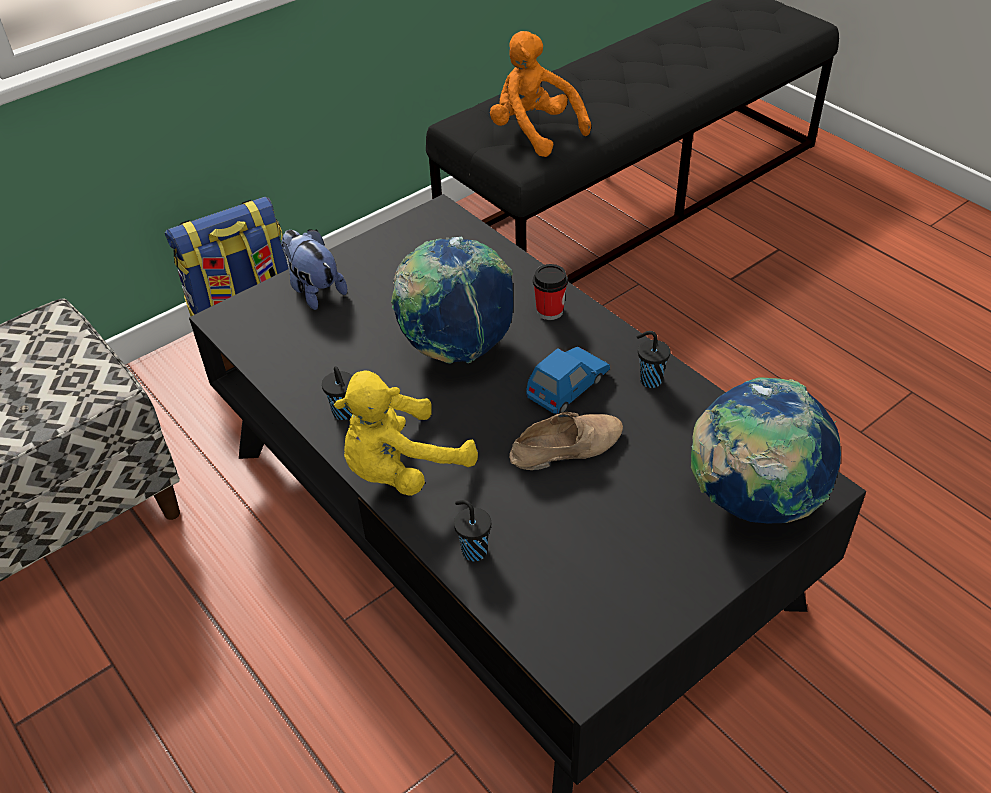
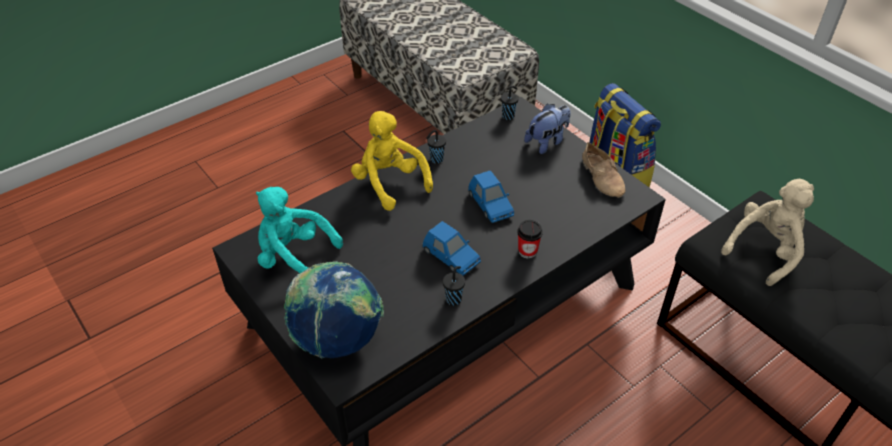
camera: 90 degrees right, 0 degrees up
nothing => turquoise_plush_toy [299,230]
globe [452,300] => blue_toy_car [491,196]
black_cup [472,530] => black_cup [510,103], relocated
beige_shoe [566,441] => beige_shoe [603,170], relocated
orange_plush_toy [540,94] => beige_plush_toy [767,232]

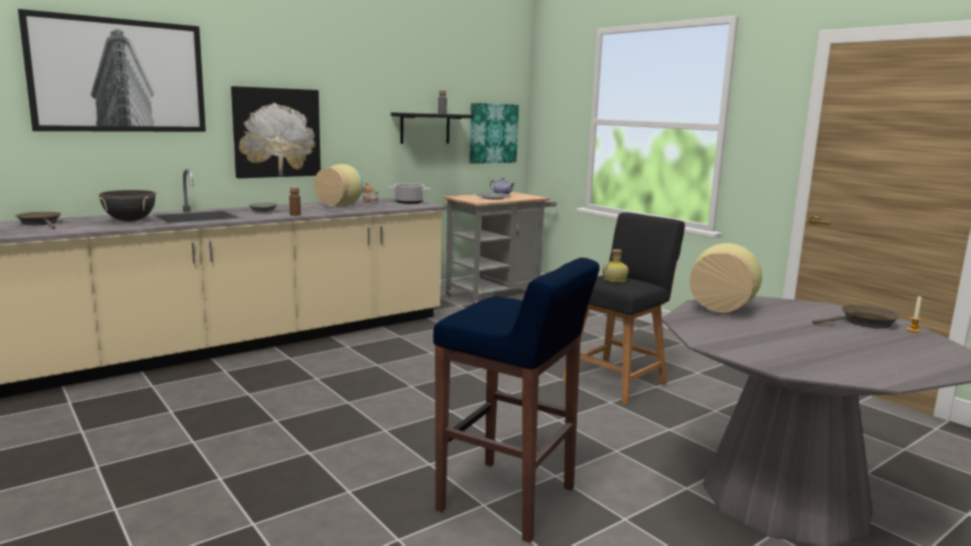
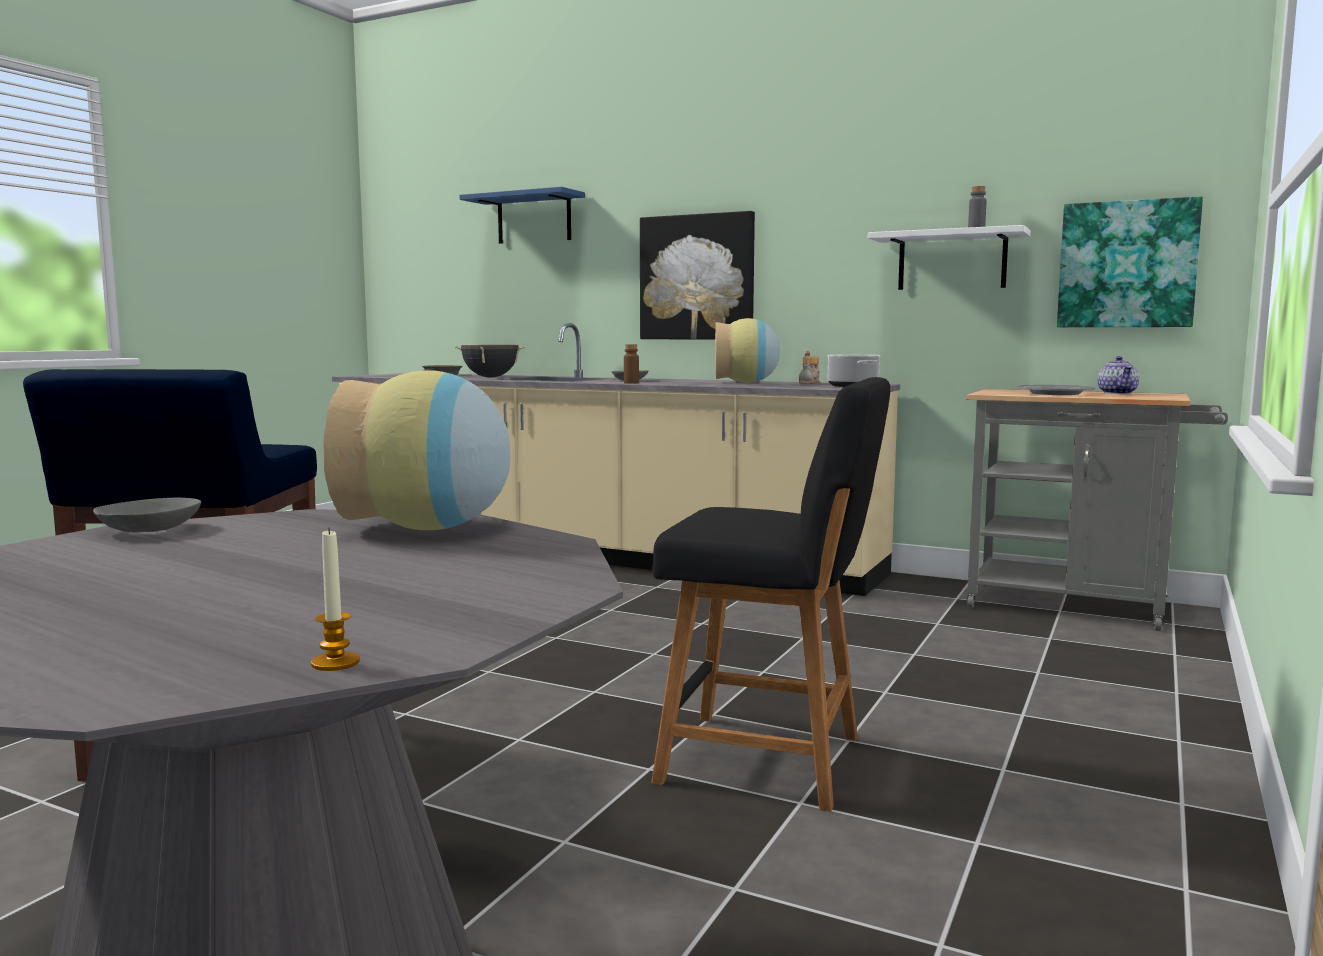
camera: 65 degrees right, 5 degrees down
nothing => grey_bowl [147,515]
picture [112,70] => blue_shelf [522,215]
black_shelf [432,128] => white_shelf [949,257]
bottle [616,265] => nothing
brown_frying_pan [856,317] => nothing

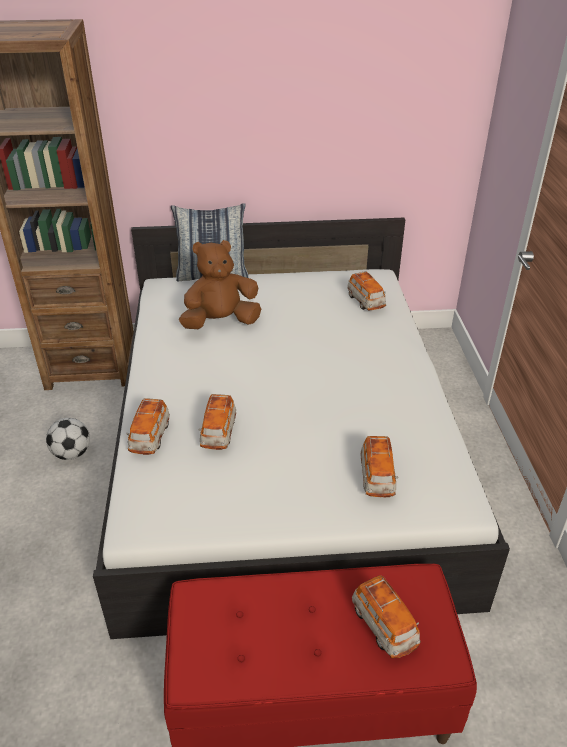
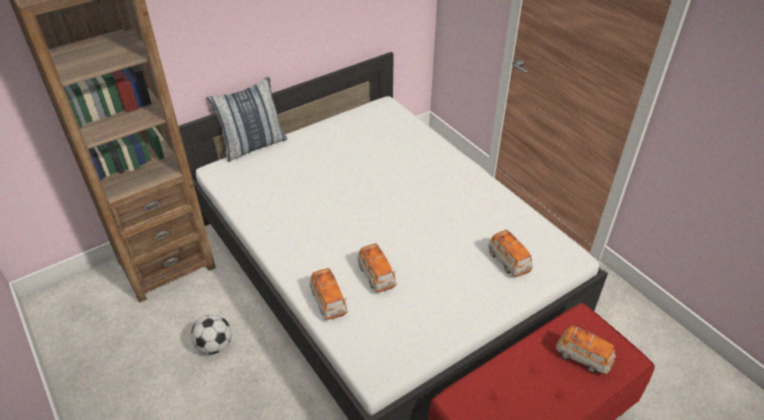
camera: 30 degrees left, 5 degrees up
brown_plush_toy [220,284] => nothing
toy_car [366,290] => nothing

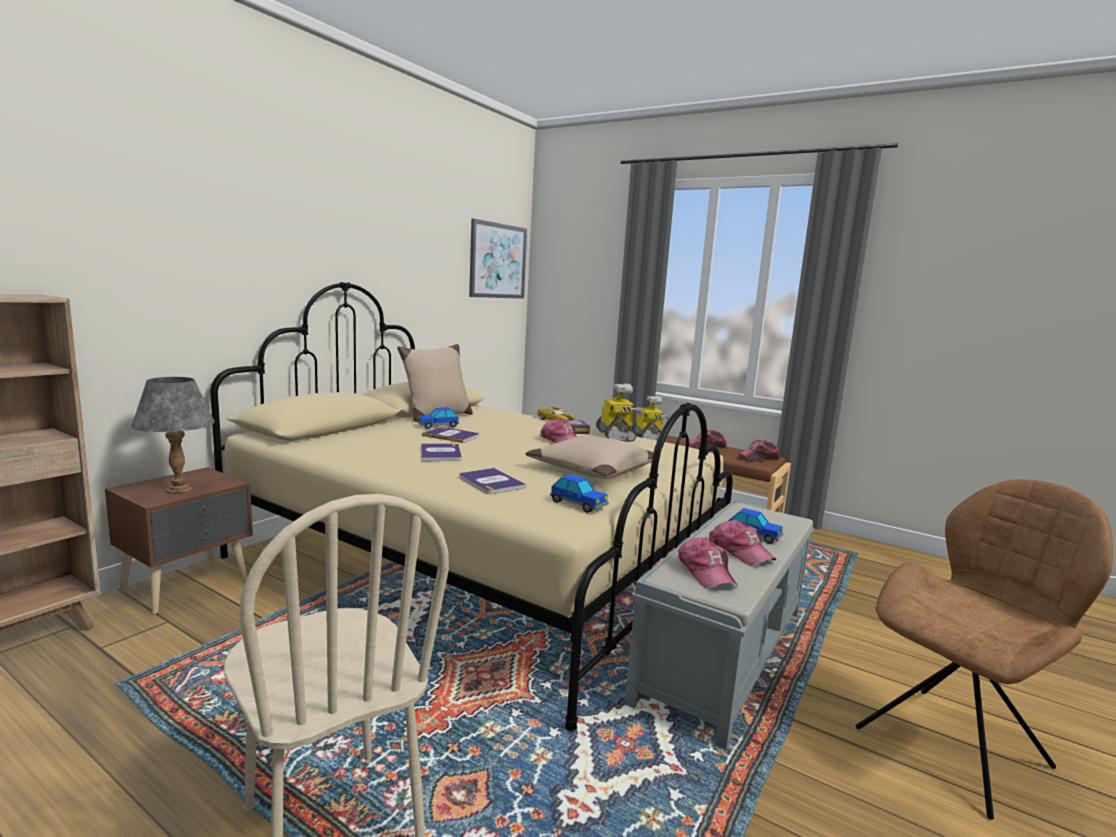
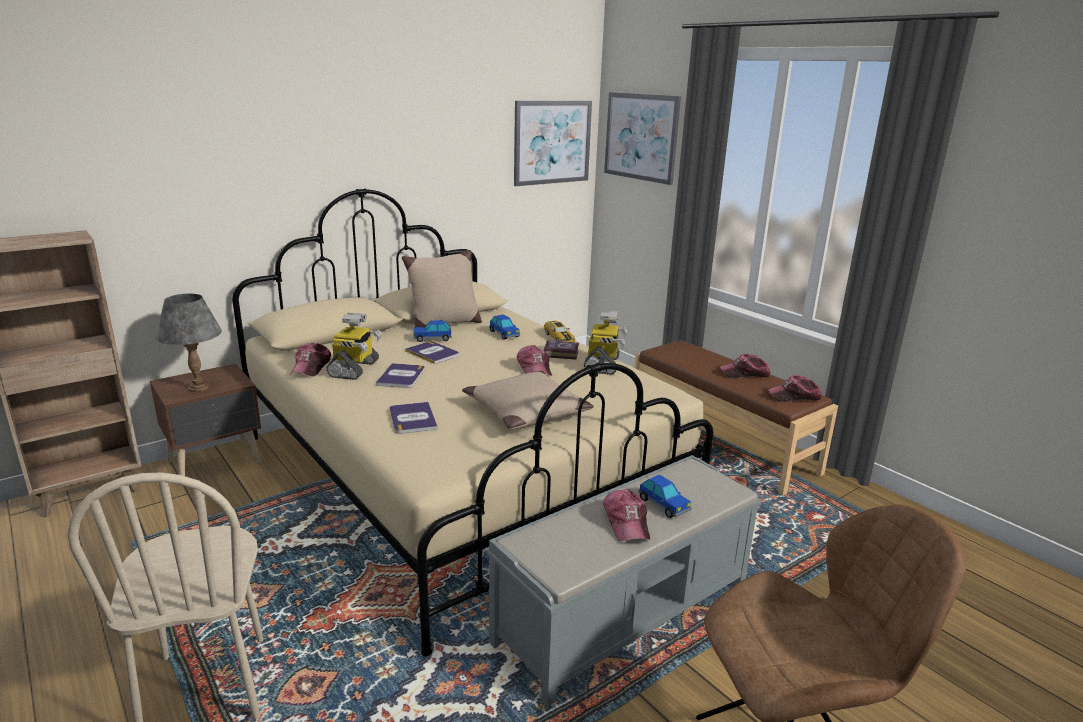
camera: 20 degrees right, 10 degrees up
cap [708,563] => cap [310,359], relocated
toy_robot [651,418] => toy_robot [354,346], relocated
toy_car [579,493] => toy_car [504,327], relocated
nothing => picture [642,138]

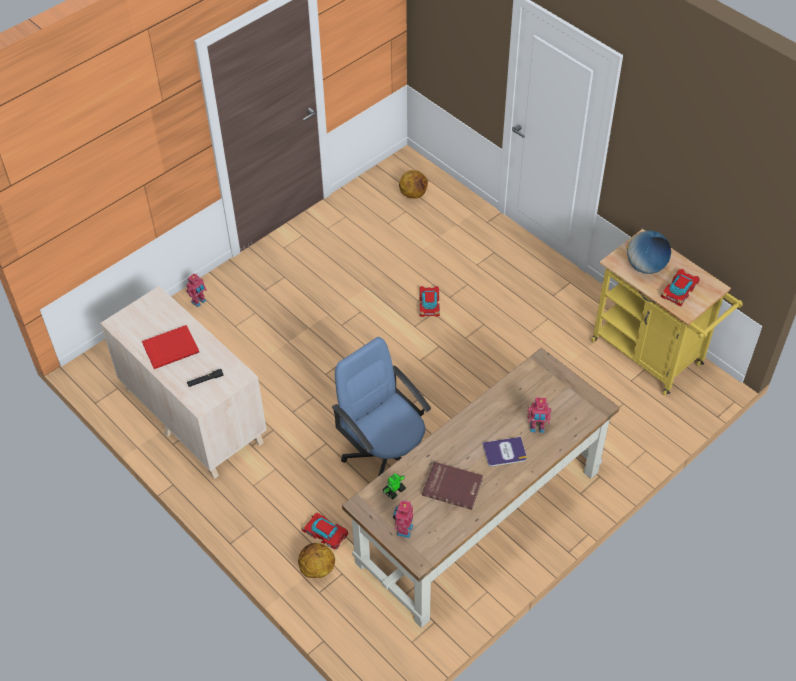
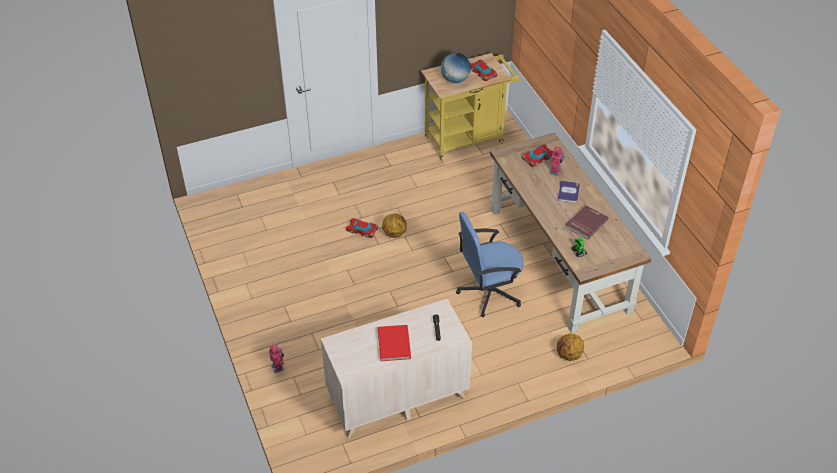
camera: 70 degrees left, 5 degrees down
basketball [413,184] => basketball [394,225], relocated
toy_car [325,530] => toy_car [537,155], relocated
toy_robot [403,518] => nothing

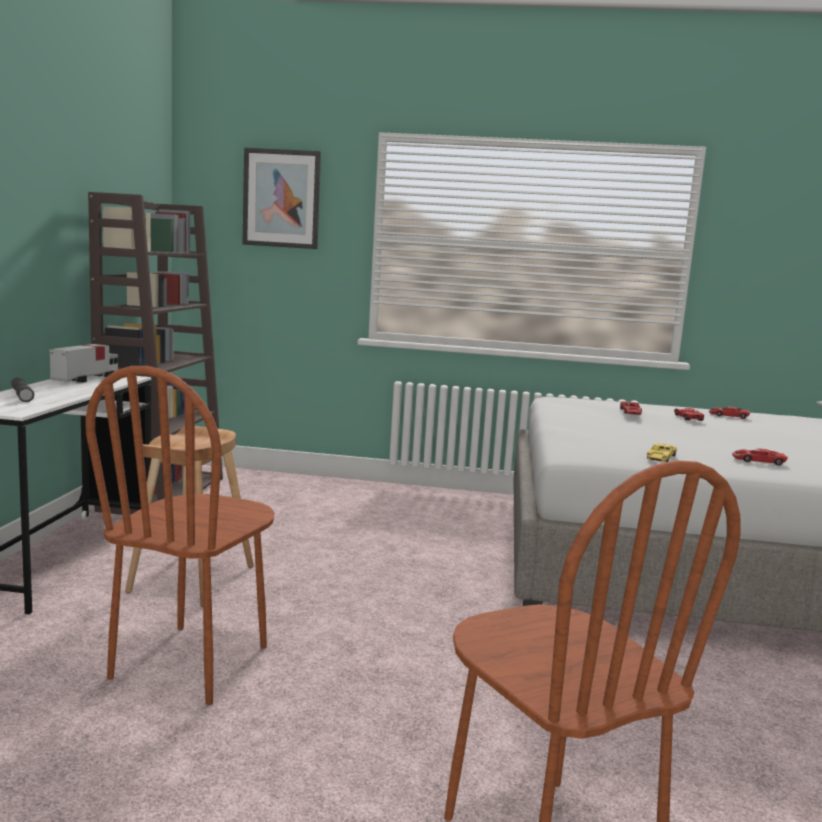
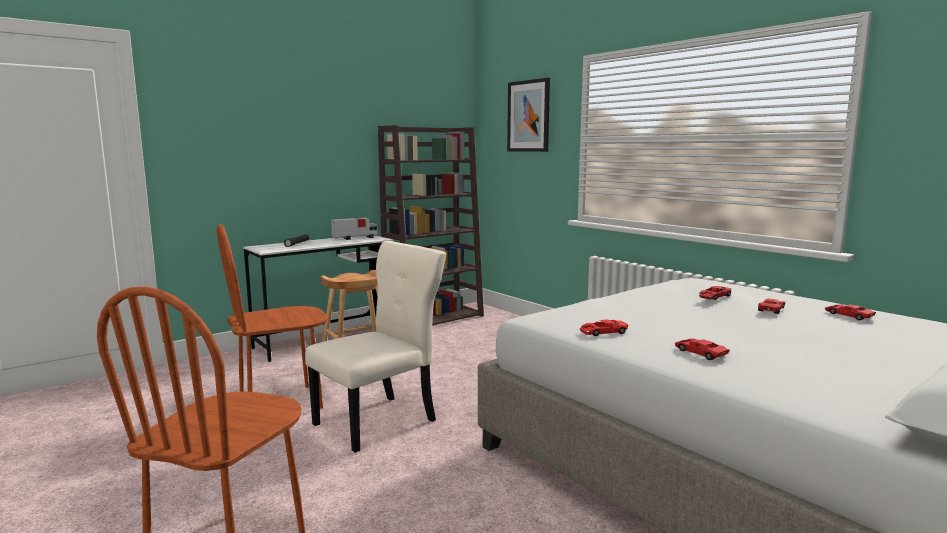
camera: 45 degrees right, 0 degrees up
nothing => beige_chair [375,347]
yellow_toy_car [662,452] => red_toy_car [604,327]

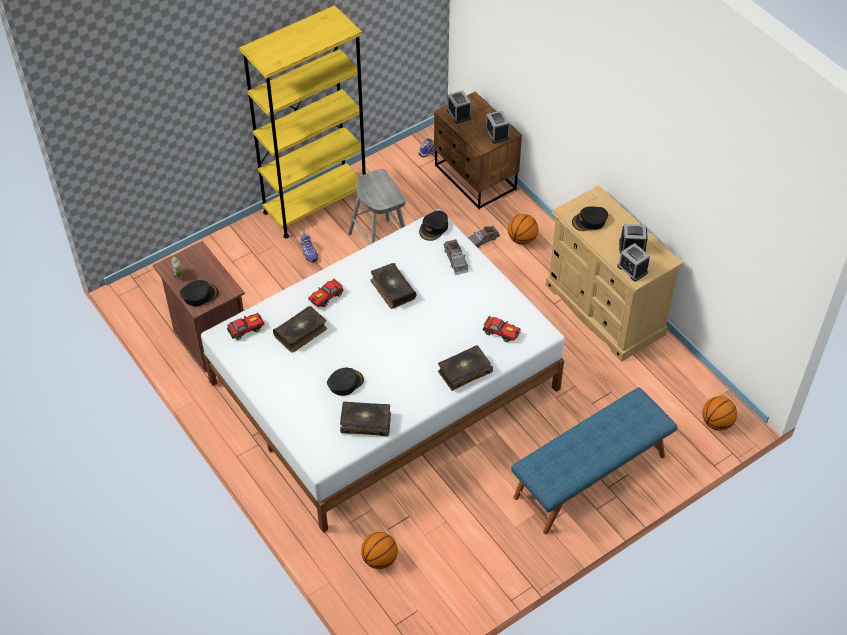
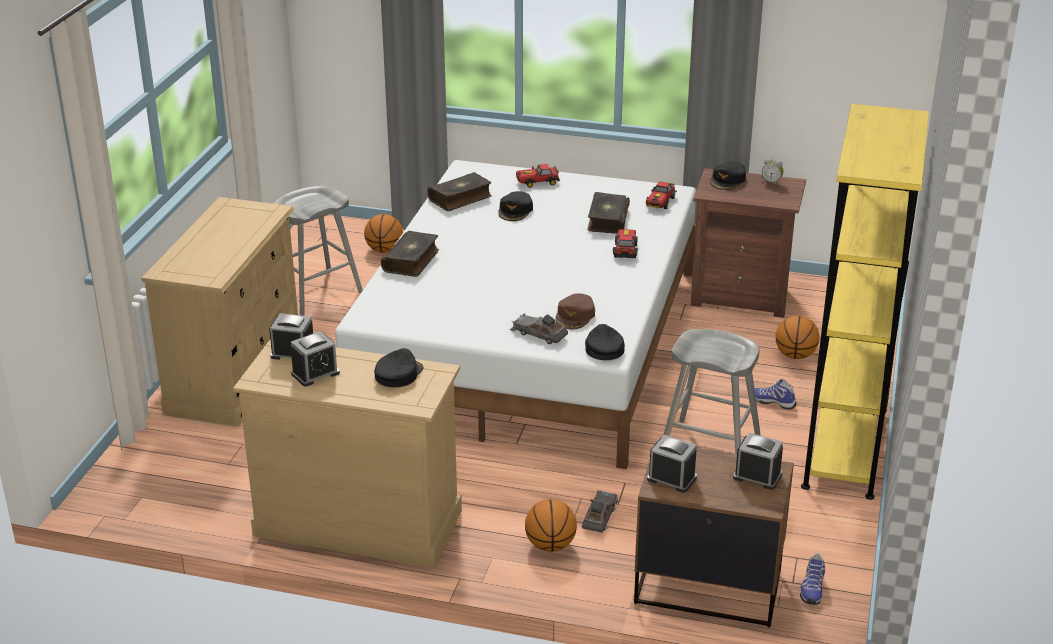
camera: 140 degrees right, 20 degrees down
blue_bench [594,460] => beige_dresser [219,312]
nothing => grey_stool [318,251]
toy_car [502,329] => toy_car [537,176], relocated
nothing => brown_cap [575,311]
basketball [719,413] => basketball [798,337], relocated
book [393,286] => nothing

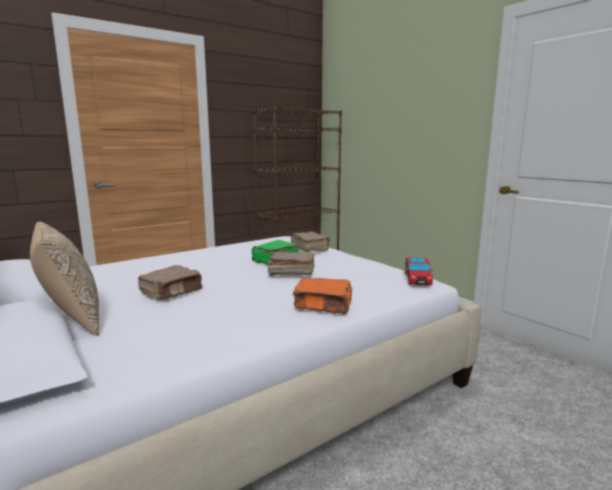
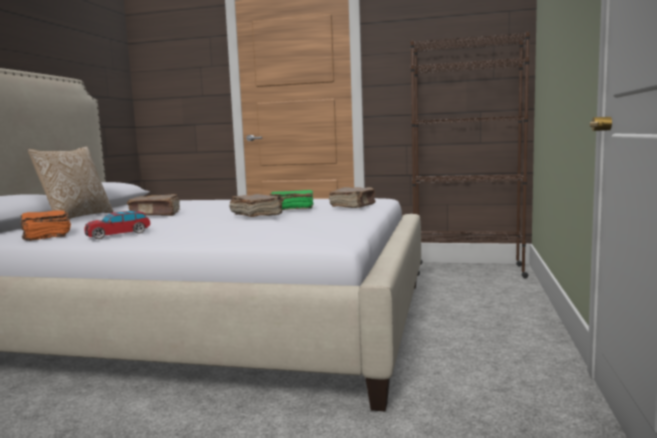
camera: 50 degrees right, 5 degrees down
orange_book [323,296] => orange_book [46,225], relocated
toy_car [419,271] => toy_car [118,225], relocated

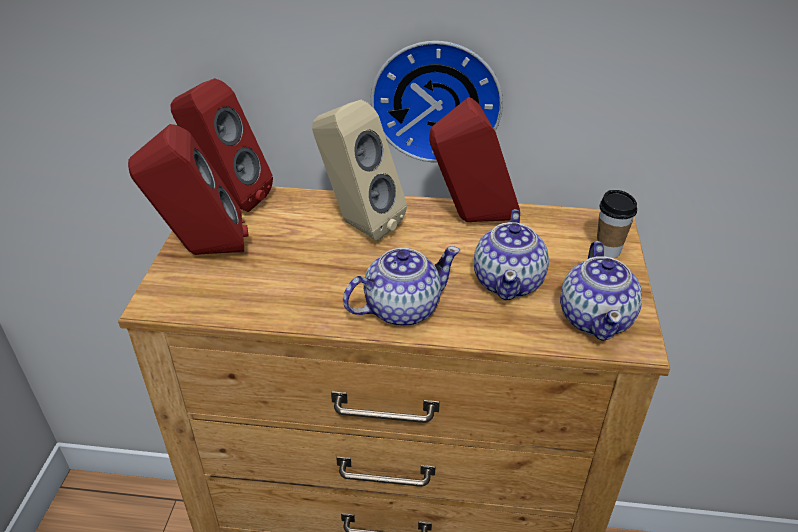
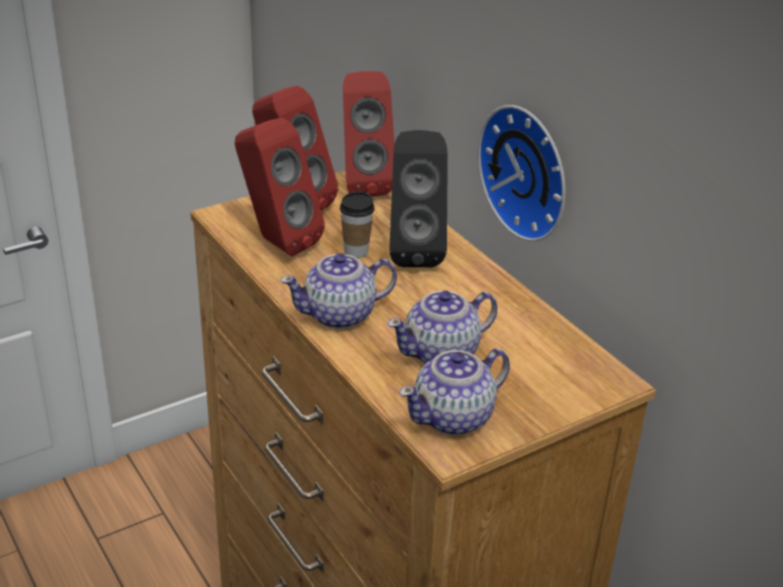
camera: 50 degrees right, 5 degrees down
red_speaker [474,159] => red_speaker [280,187], relocated
teapot [401,286] => teapot [338,291], 135 degrees clockwise
cup [617,224] => cup [357,224], relocated
beige_speaker [359,170] => black_speaker [418,198]

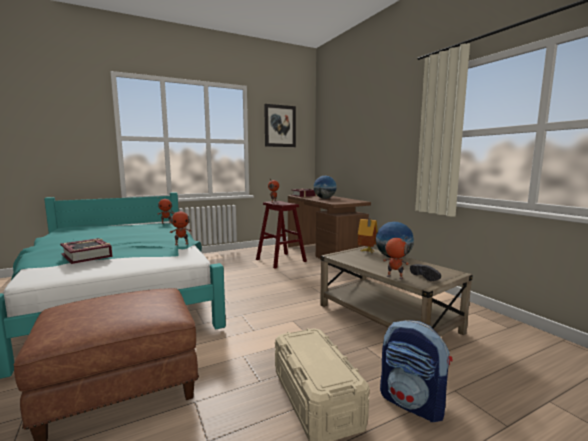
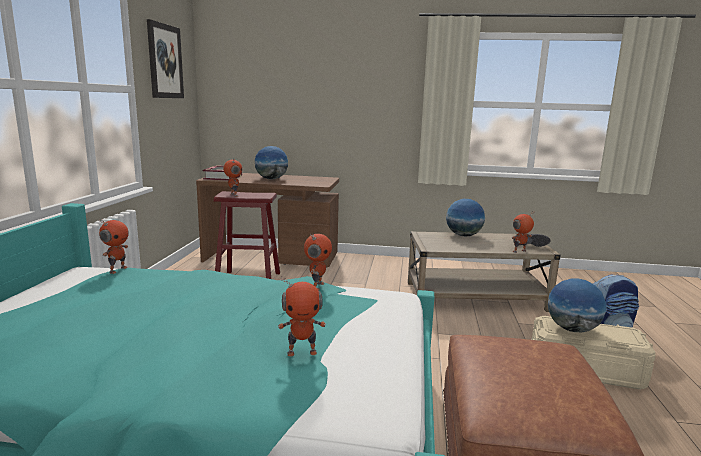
camera: 55 degrees left, 5 degrees up
book [86,251] => toy_robot [302,316]
nothing => globe [577,305]
toy_house [368,235] => nothing

